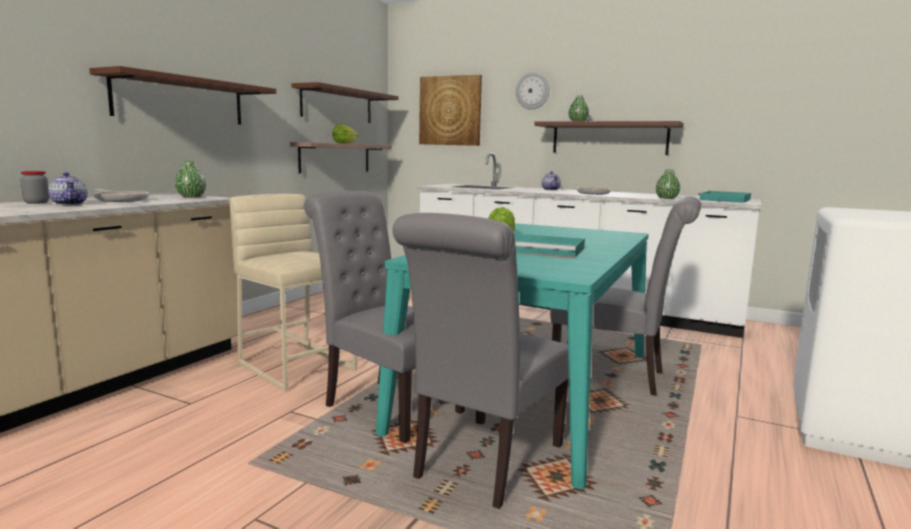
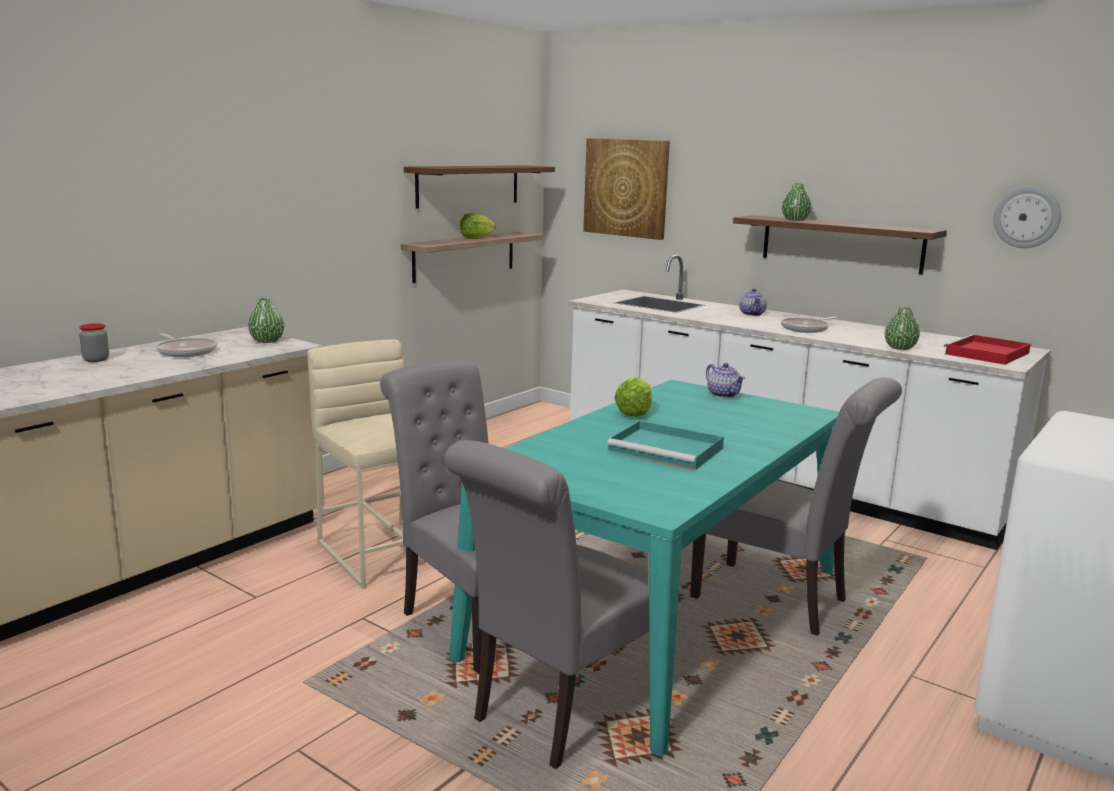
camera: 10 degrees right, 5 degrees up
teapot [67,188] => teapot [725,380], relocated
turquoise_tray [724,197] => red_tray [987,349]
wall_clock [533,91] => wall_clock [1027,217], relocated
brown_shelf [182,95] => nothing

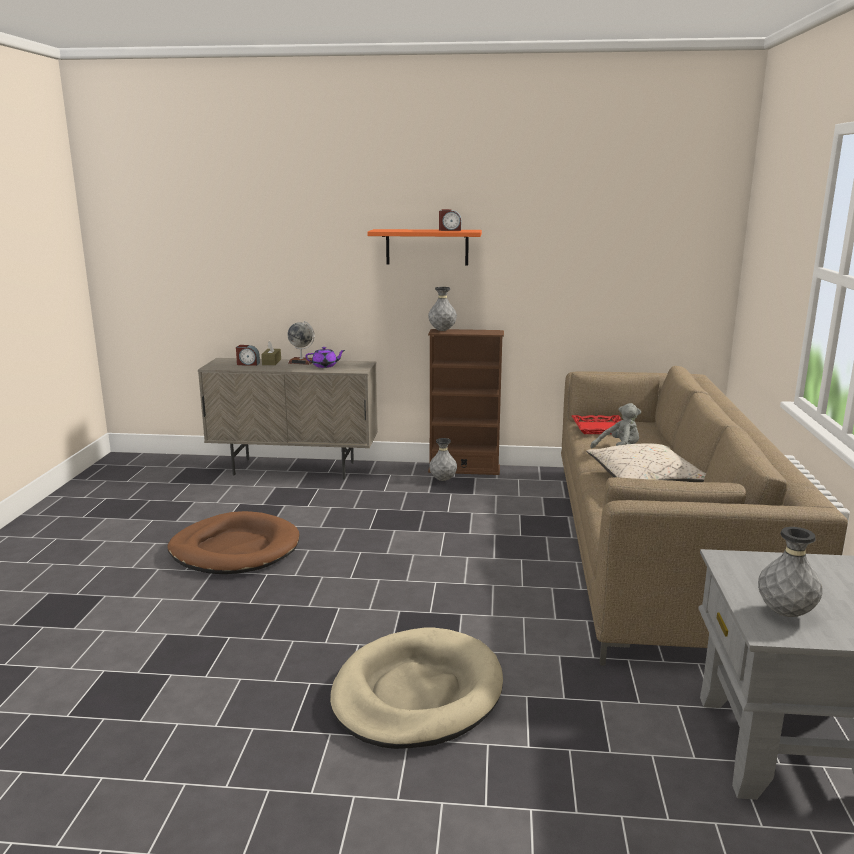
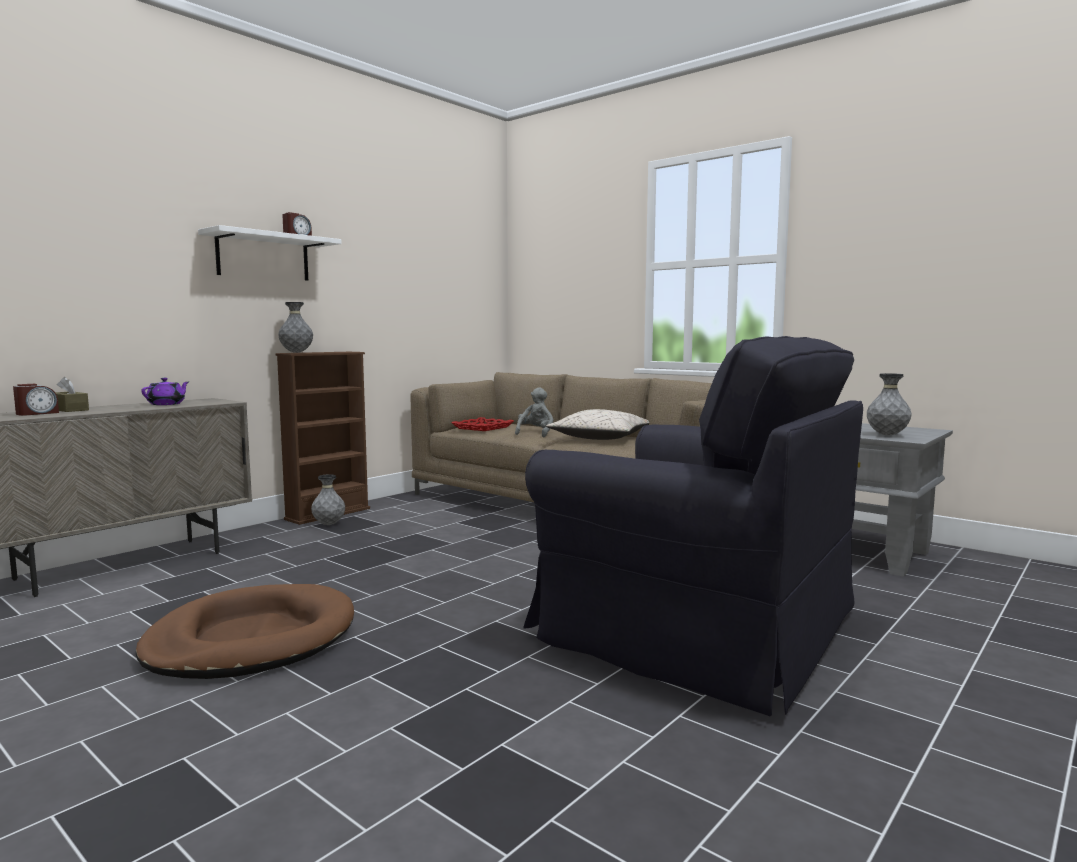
camera: 55 degrees left, 10 degrees down
orange_shelf [424,247] => white_shelf [270,253]
beige_dog_bed [416,688] => black_armchair [693,526]
globe [301,343] => nothing

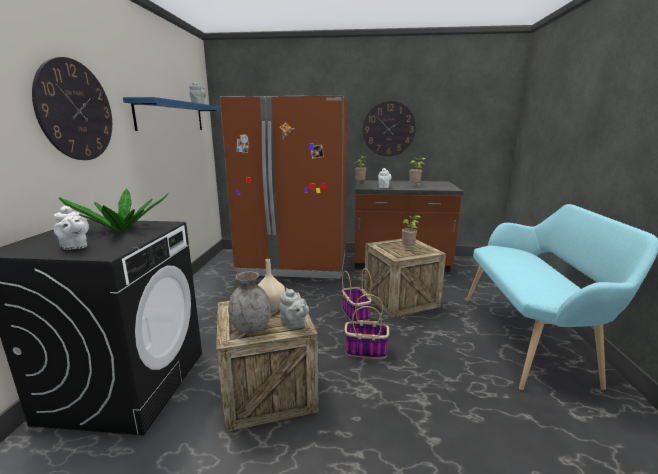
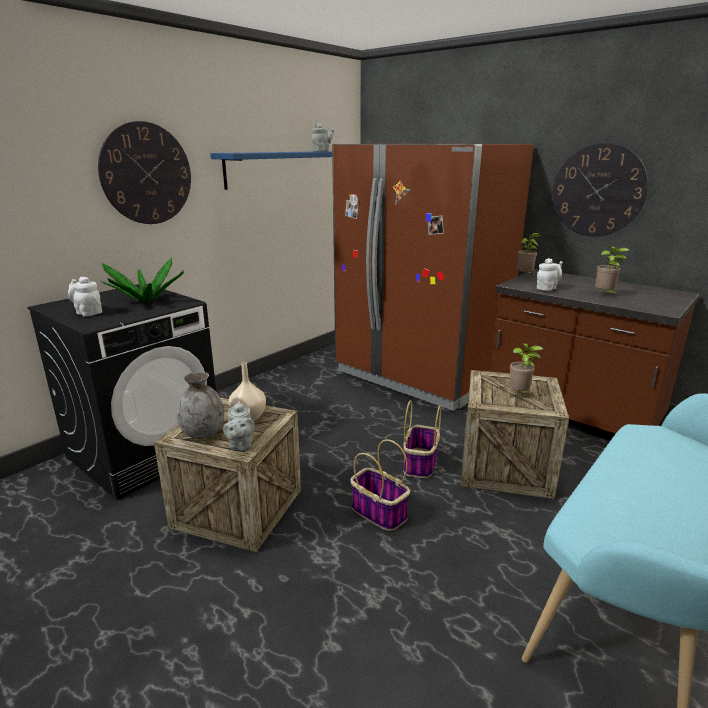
camera: 35 degrees right, 5 degrees up
white_teapot [71,228] => white_teapot [85,297], 135 degrees clockwise

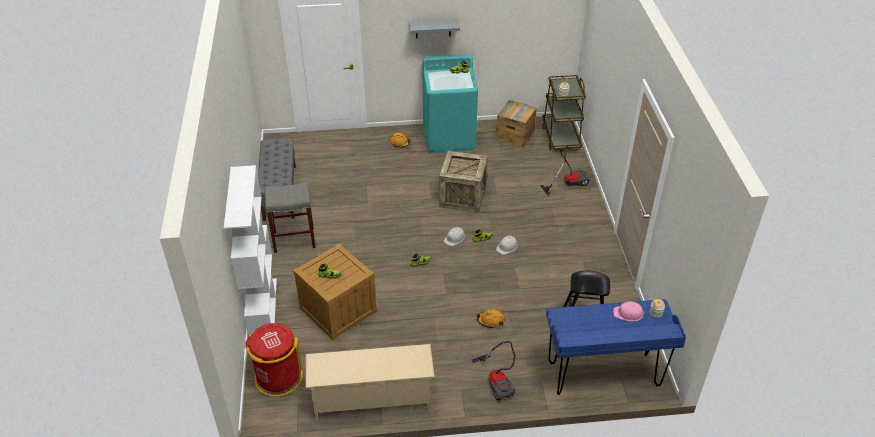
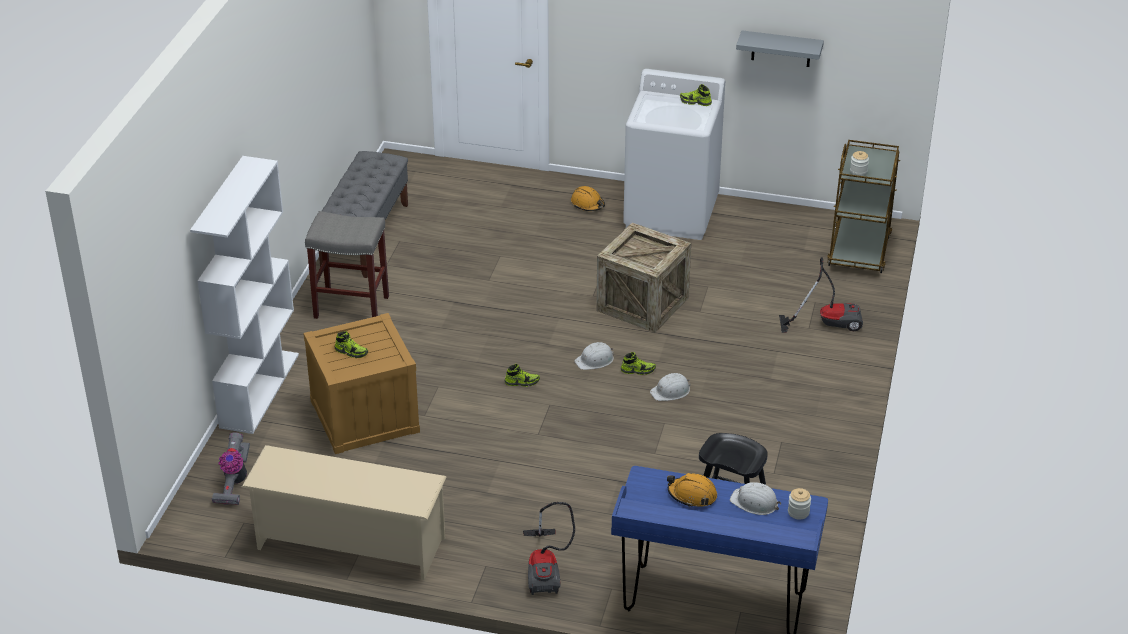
camera: 20 degrees right, 5 degrees down
red_trash_can [274,360] => vacuum_cleaner [231,468]
turquoise_washing_machine [450,103] => white_washing_machine [674,154]
orange_hard_hat [490,318] => orange_hard_hat [692,490], relocated
pink_hard_hat [629,311] => white_hard_hat [755,498]
grey_shelf [434,28] => grey_shelf [780,48], relocated
crate [516,124] => nothing

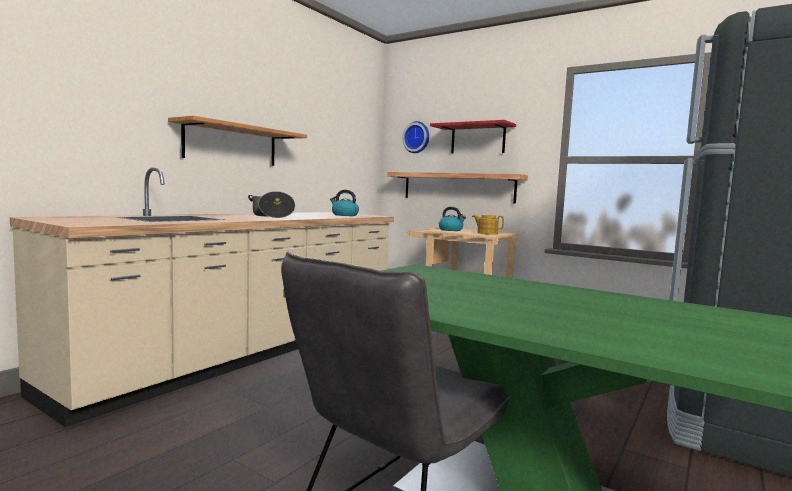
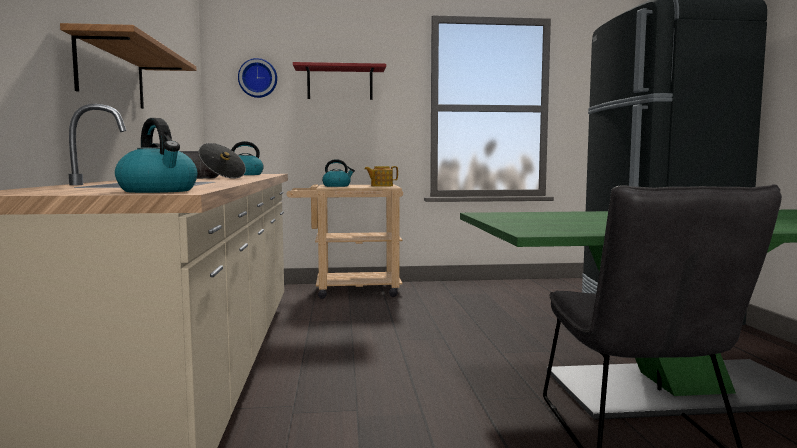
camera: 40 degrees left, 0 degrees up
nothing => kettle [156,155]
shelf [457,187] => nothing

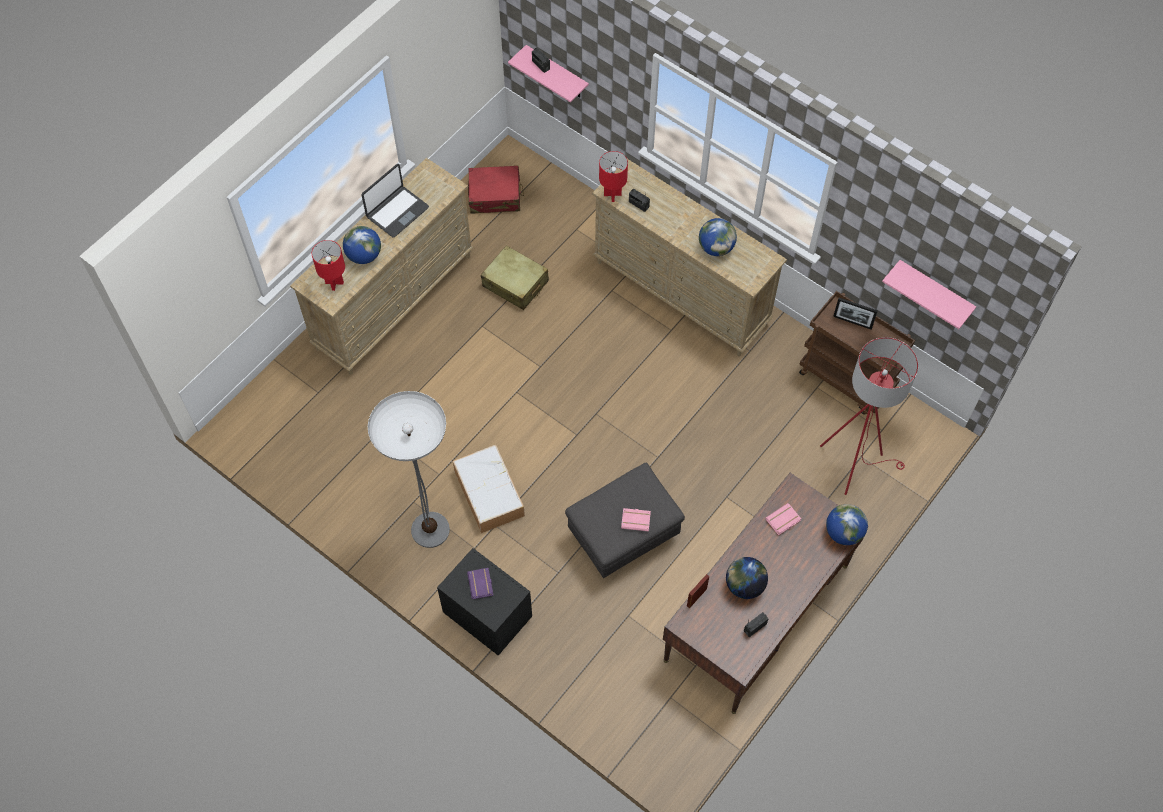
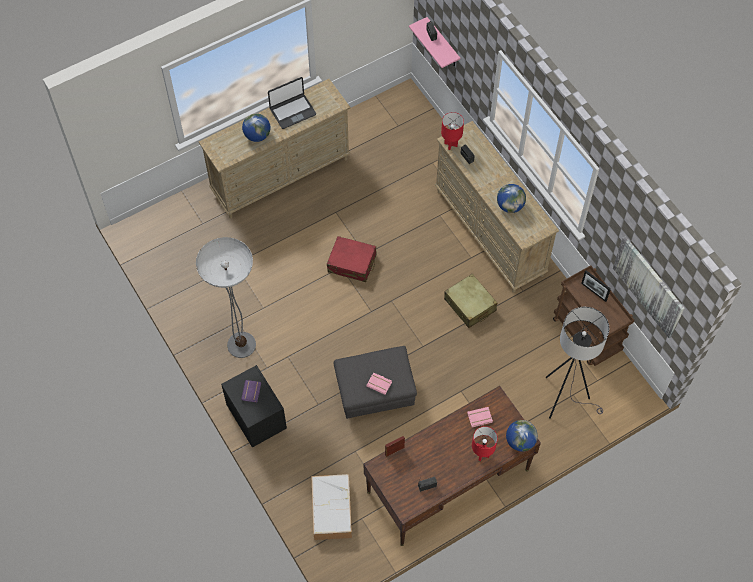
camera: 20 degrees right, 0 degrees up
storage_box [489,489] => storage_box [331,507], relocated
red_suitcase [496,189] => red_suitcase [352,259], relocated
beige_suitcase [515,277] => beige_suitcase [470,301], relocated
red_table_lamp [328,265] => red_table_lamp [485,443], relocated
red_floor_lamp [869,416] => grey_floor_lamp [577,363]
pink_shelf [929,294] => picture [648,287]
globe [747,578] => nothing

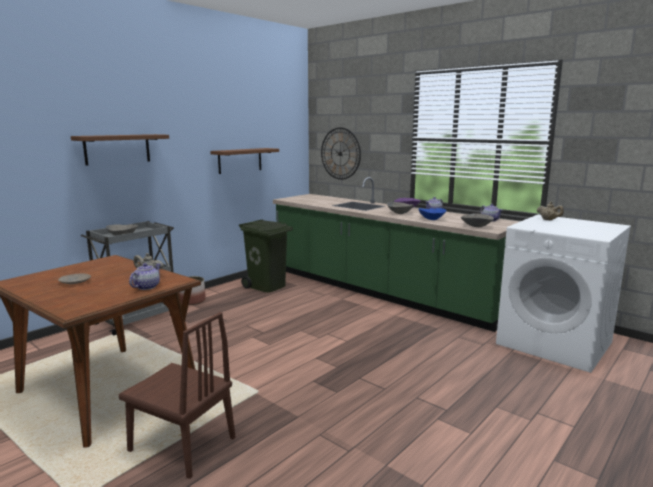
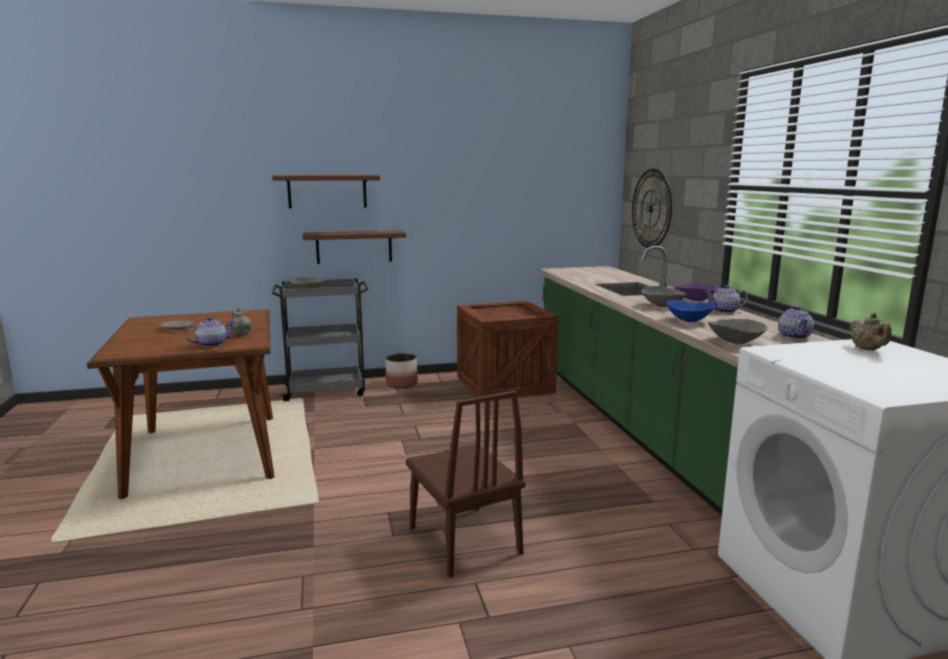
camera: 35 degrees right, 0 degrees up
brown_shelf [244,161] => brown_shelf [354,247], relocated
brown_chair [177,395] => brown_chair [465,484], relocated
green_trash_can [266,256] => crate [507,351]

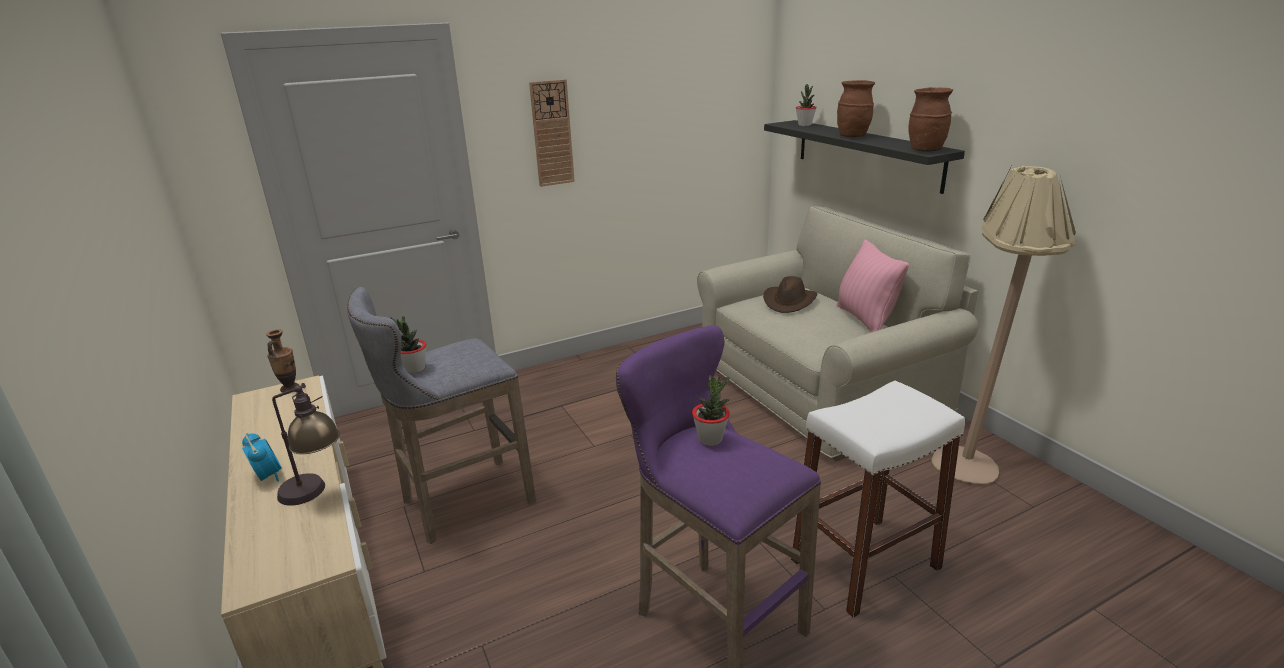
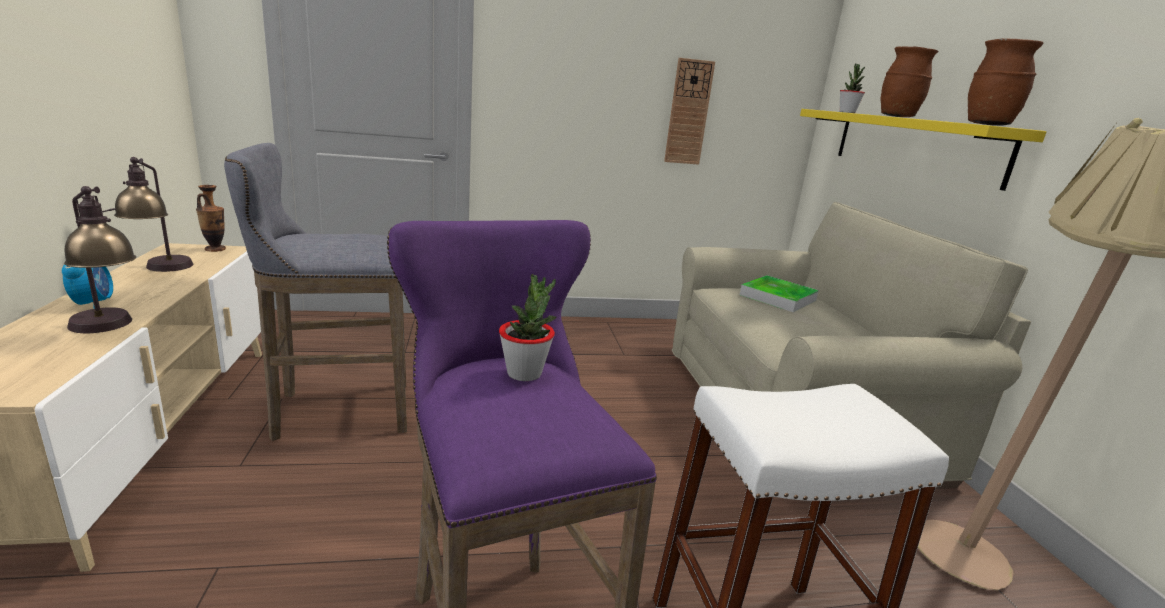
camera: 15 degrees right, 5 degrees down
nothing => table_lamp [153,214]
wall_clock [552,133] => wall_clock [689,111], relocated
brown_hat [790,294] => tray [779,293]
black_shelf [864,157] => yellow_shelf [923,150]
potted_plant [408,344] => nothing
pink_pillow [872,286] => nothing

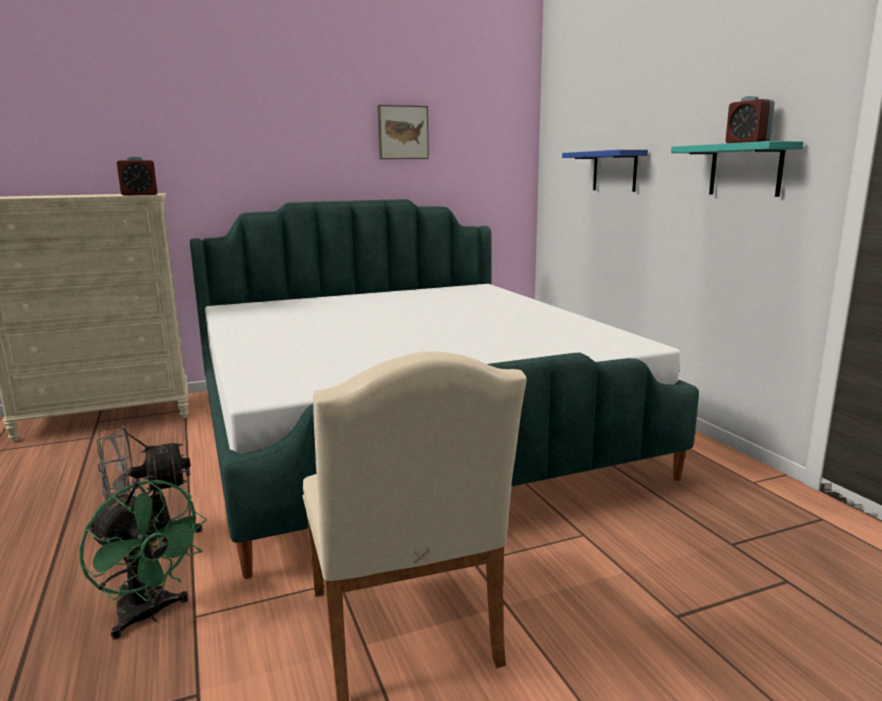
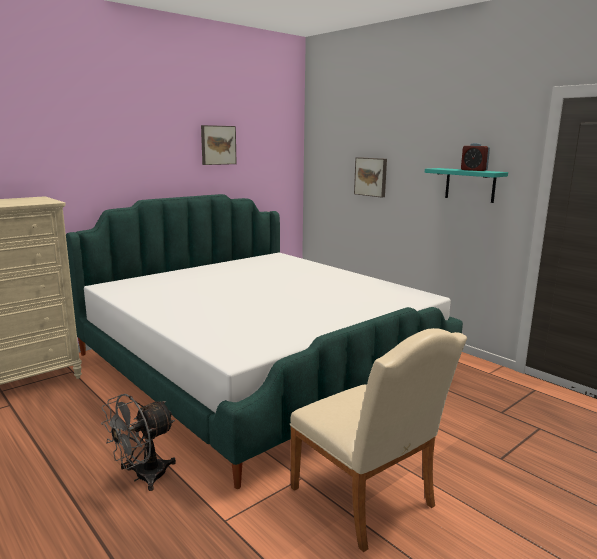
camera: 20 degrees left, 0 degrees up
blue_shelf [605,171] => picture [370,177]
green_fan [143,559] => nothing
alarm_clock [137,176] => nothing

